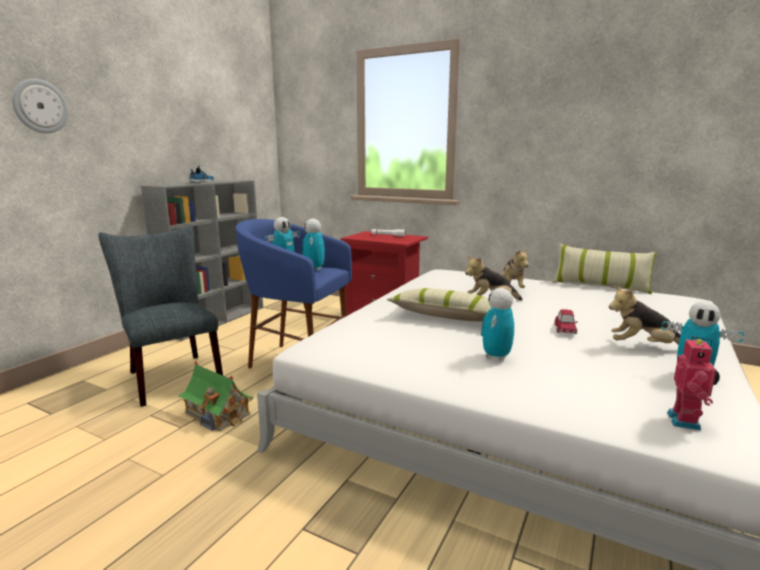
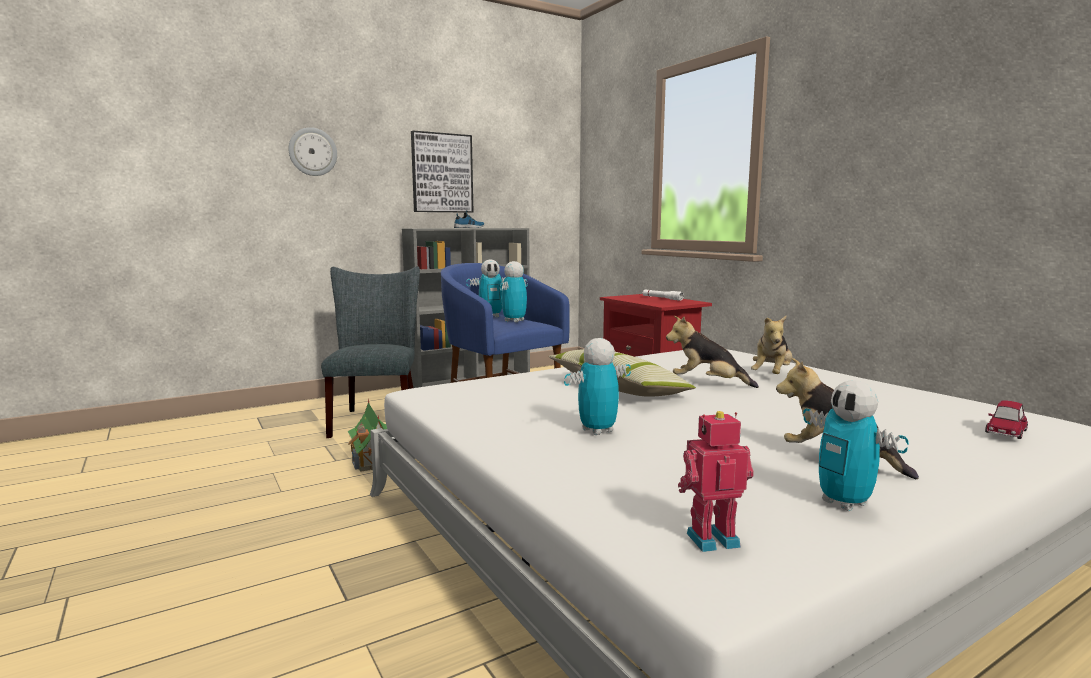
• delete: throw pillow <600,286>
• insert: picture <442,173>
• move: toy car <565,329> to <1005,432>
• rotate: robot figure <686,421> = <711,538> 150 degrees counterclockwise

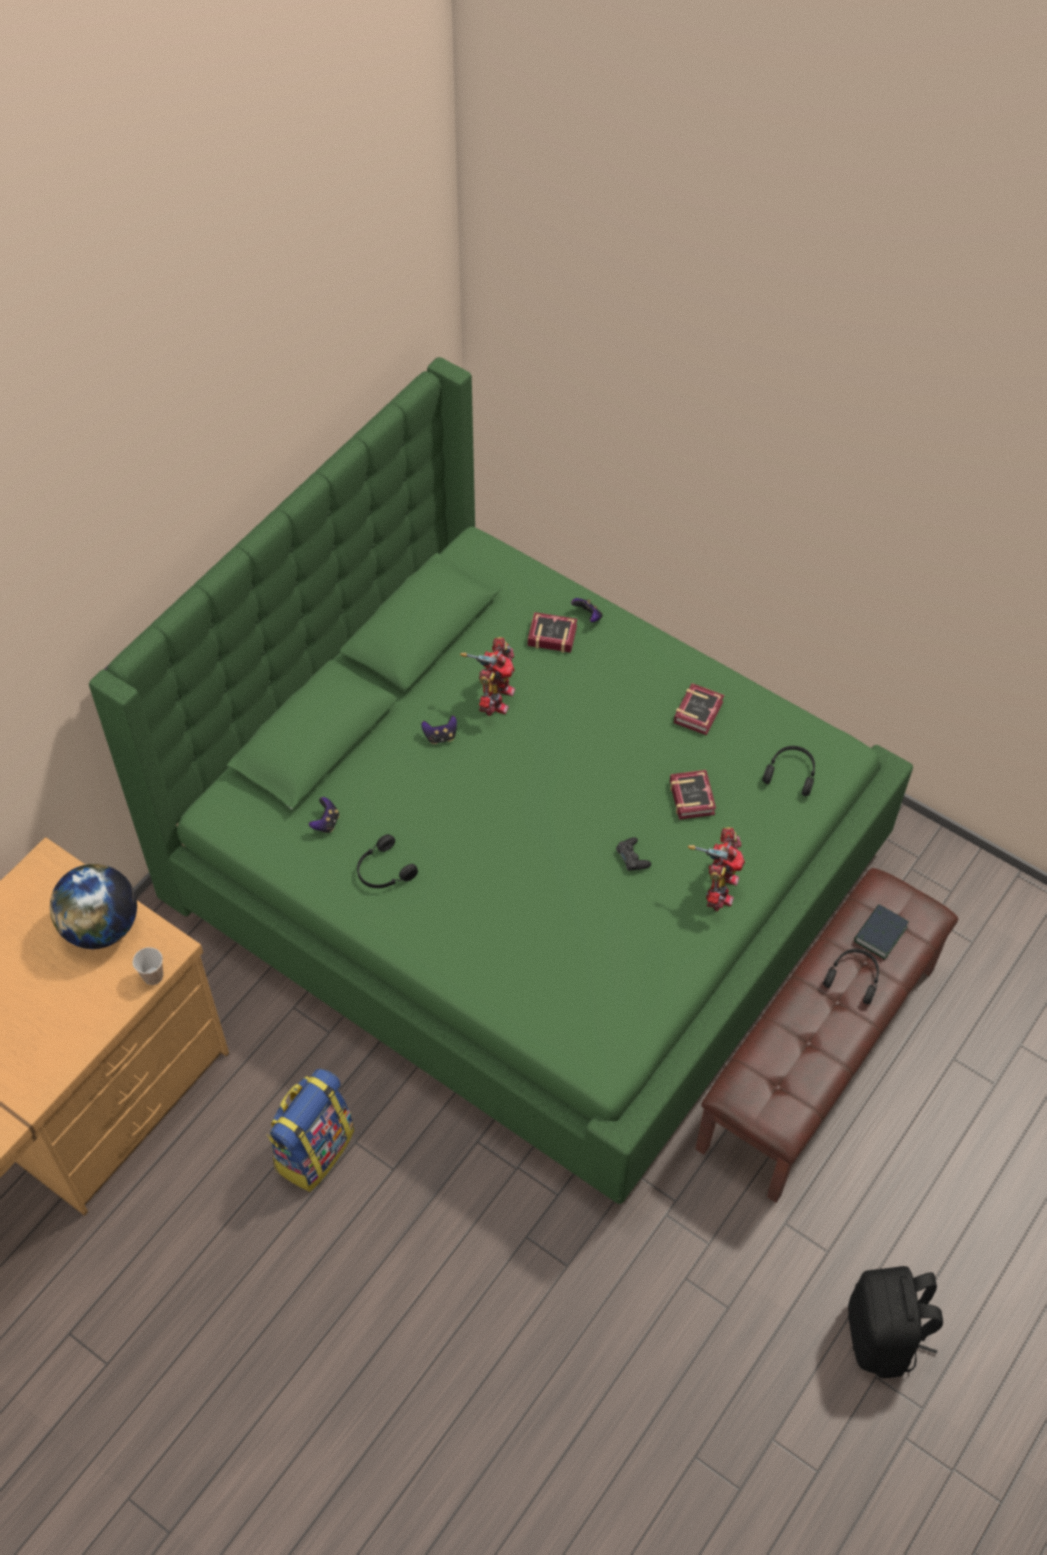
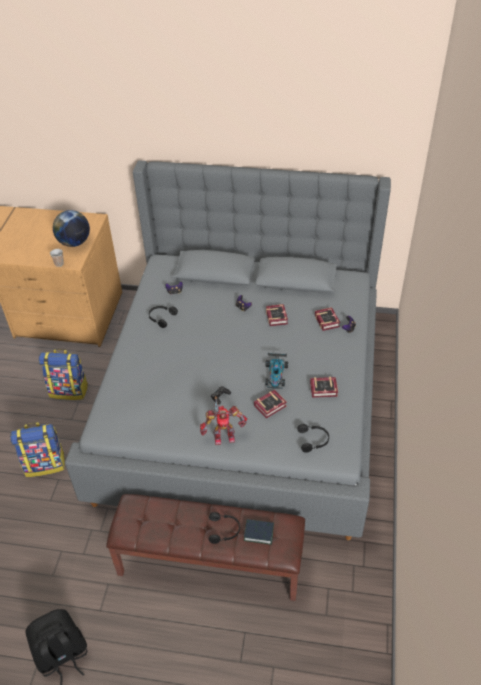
• insert: backpack <45,464>
• insert: toy car <276,374>
• replace: robot figure <495,697> to book <277,316>
• recolor: greenish sleeping bed <523,870> to greyish sleeping bed <243,401>

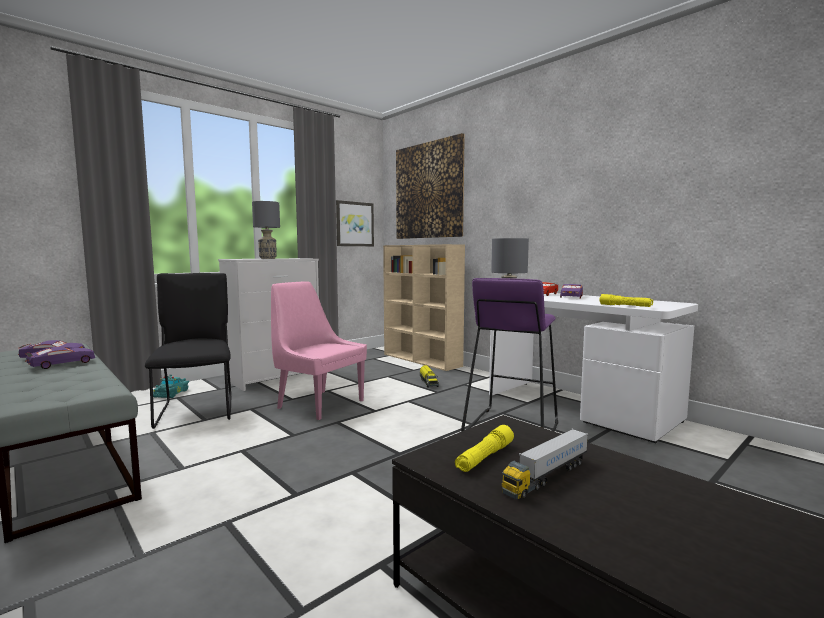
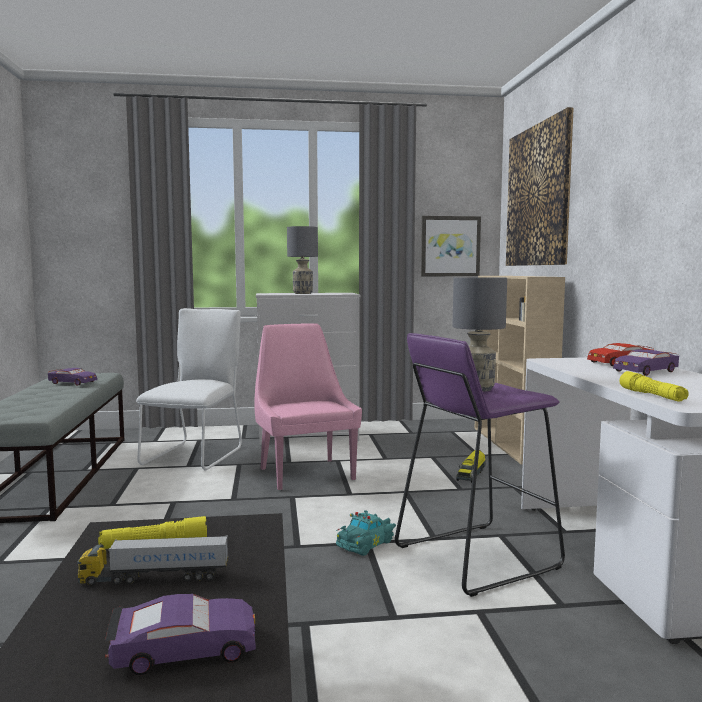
• move: purplish toy car <61,364> to <184,649>
• move: turquoise-coloured toy car <172,393> to <366,543>
• recolor: black-coloured upright chair <197,410> to whitish upright chair <196,455>

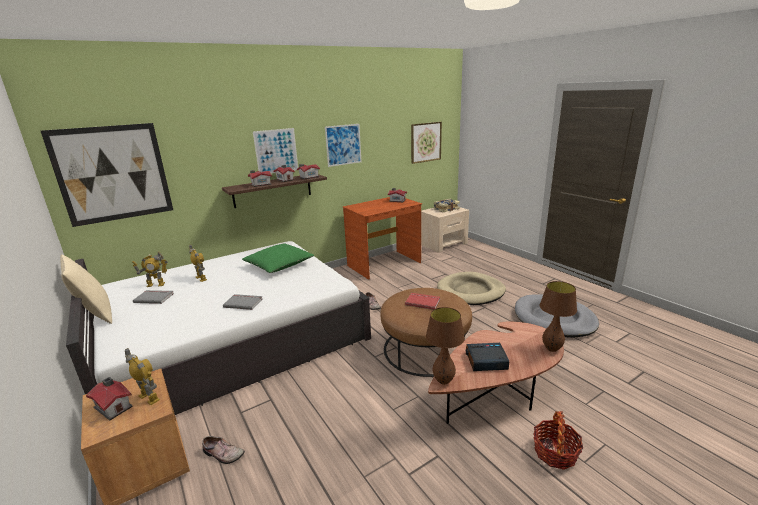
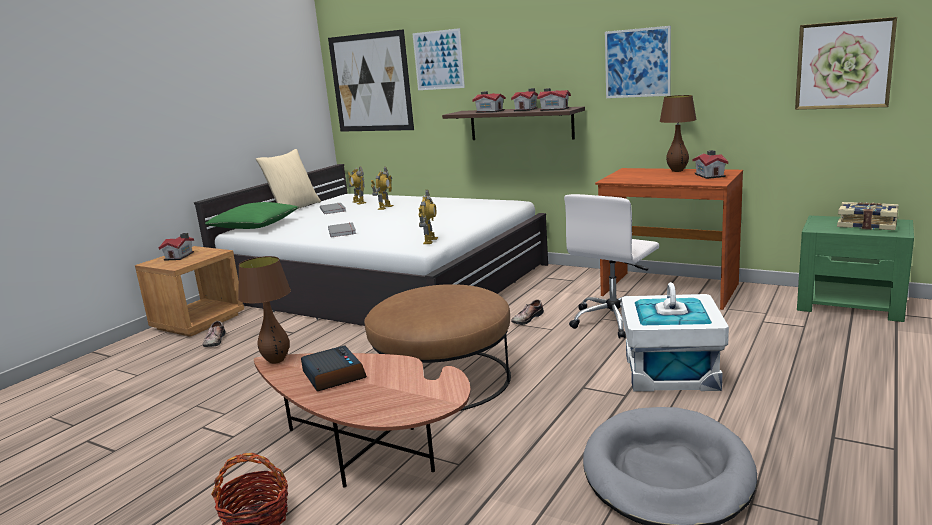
• delete: red book <422,302>
• insert: whitish office chair <614,320>
• move: robot figure <149,397> to <429,241>
• move: greenish throw pillow <279,265> to <254,226>
• move: picture <276,151> to <438,60>
• move: brown lamp for a table <552,349> to <677,171>
• replace: beige dog bed <471,291> to whitish storage bin <671,372>
• recolor: beige bedside table <443,243> to greenish bedside table <851,304>

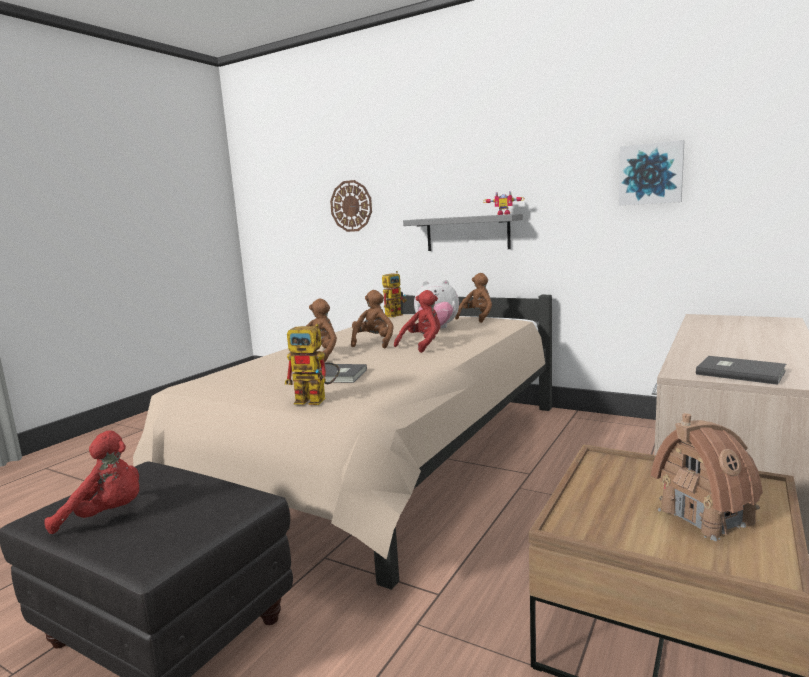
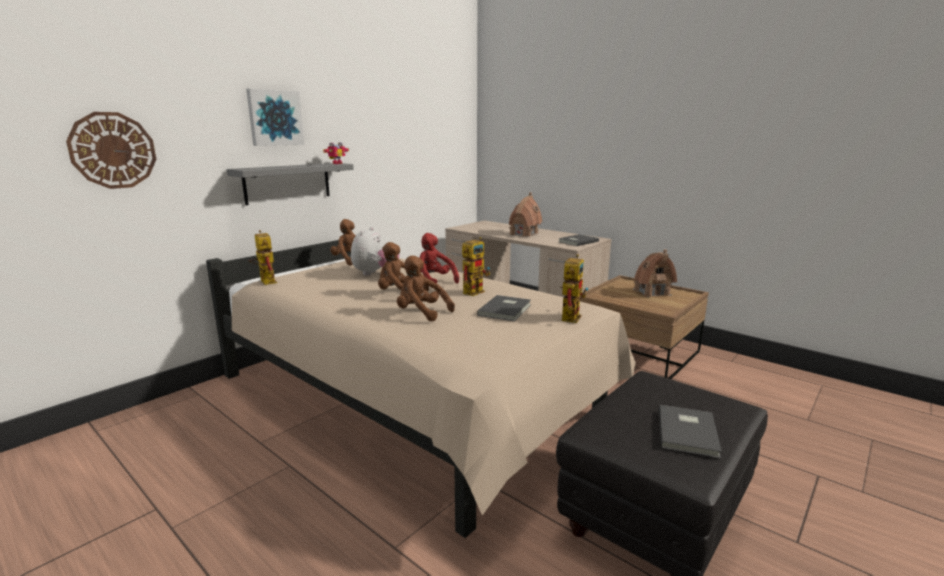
• insert: robot figure <475,291>
• insert: miniature house <523,234>
• move: picture <651,174> to <275,118>
• replace: red plush toy <107,516> to greyish book <689,432>

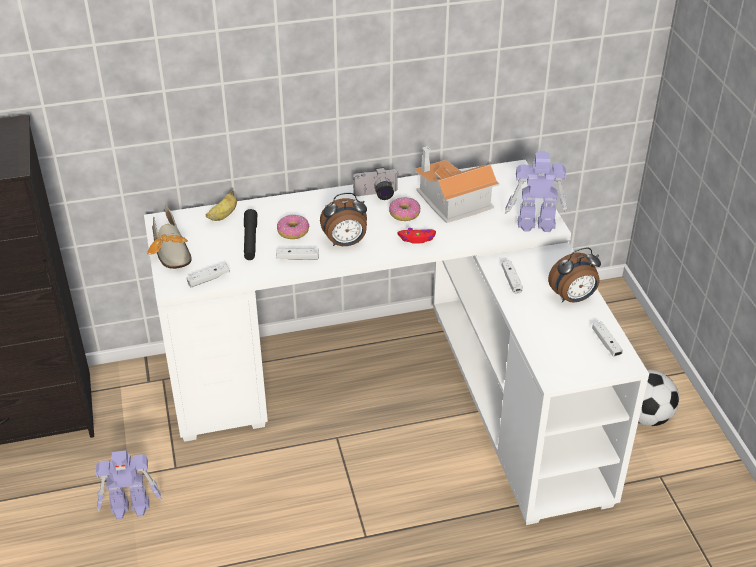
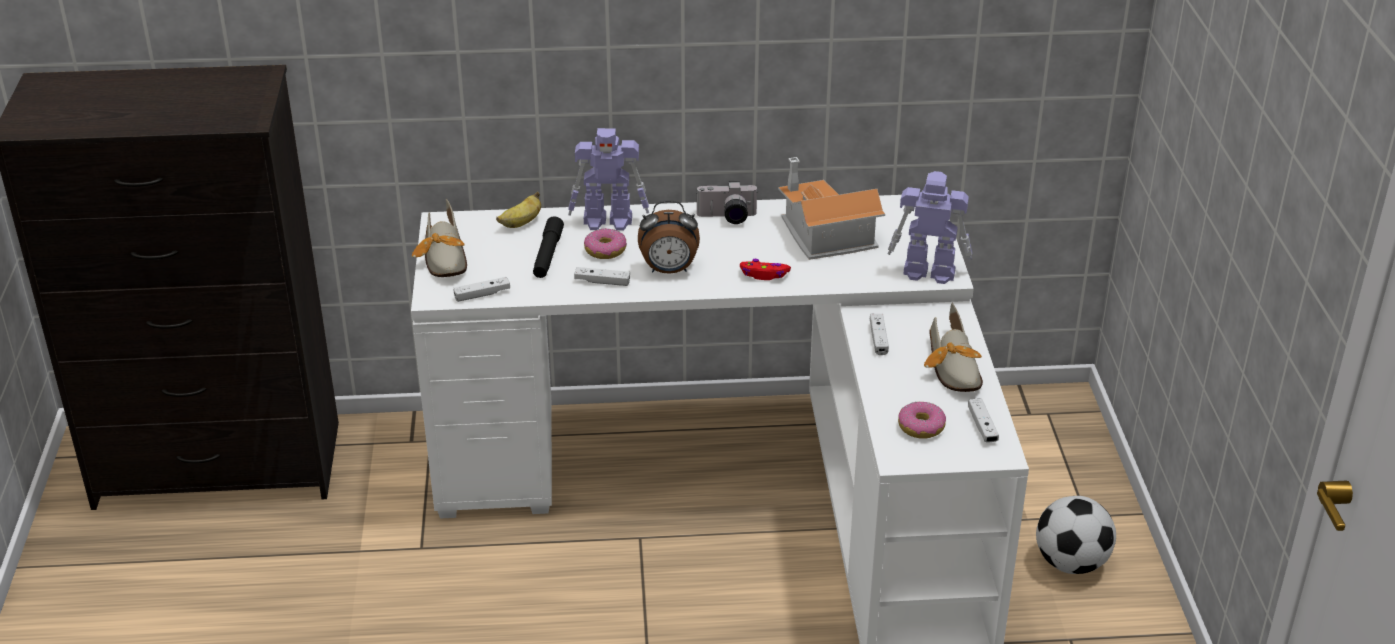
• move: robot figure <131,507> to <609,221>
• move: ring doughnut <404,214> to <921,427>
• replace: alarm clock <573,298> to low shoe <954,369>

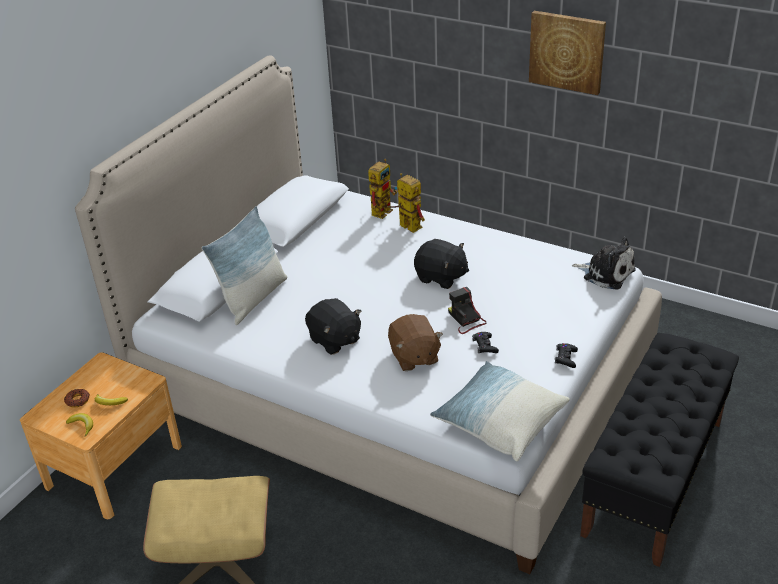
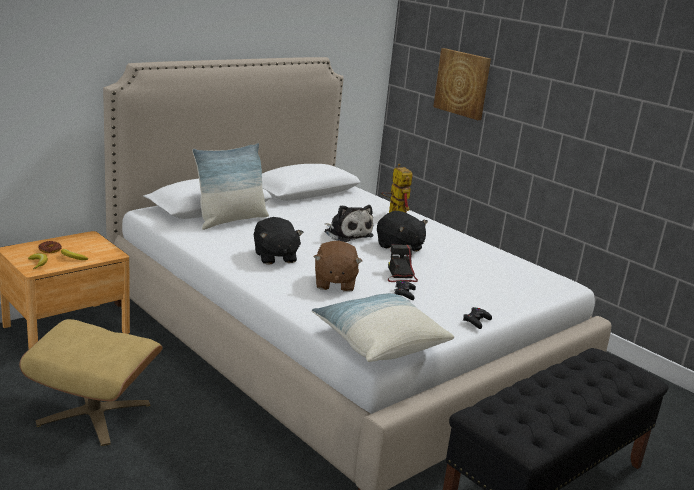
• delete: robot figure <383,209>
• move: picture <567,51> to <462,83>
• move: plush toy <606,273> to <347,234>

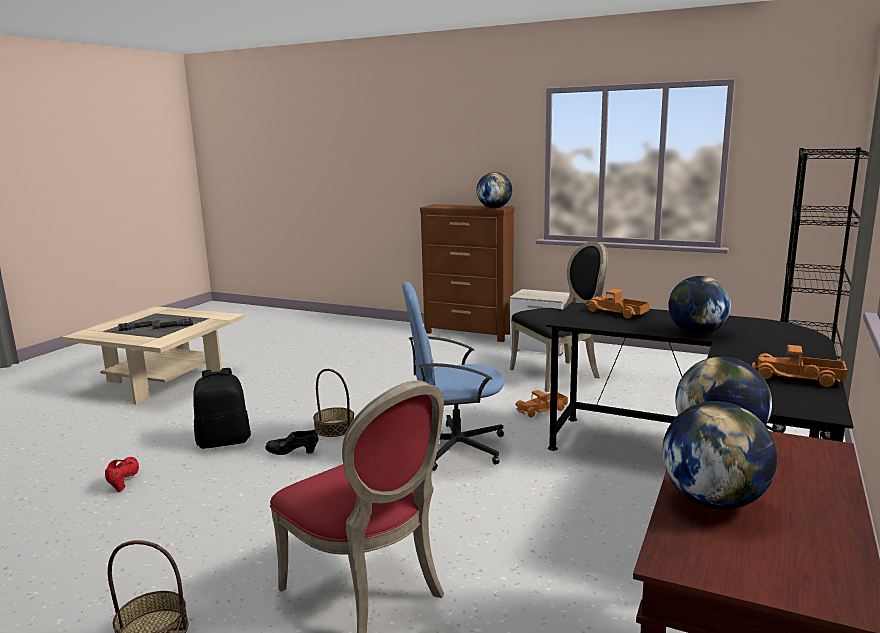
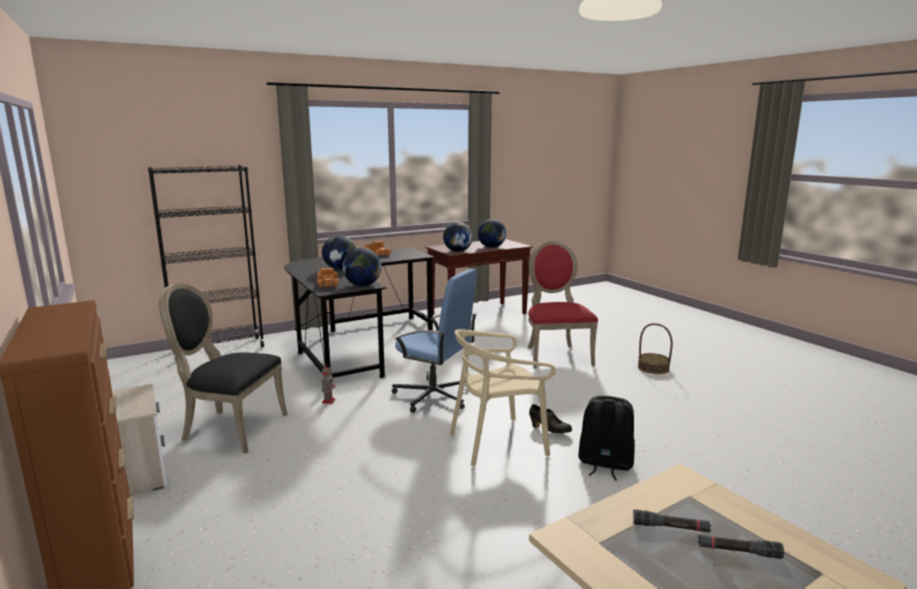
• delete: red low shoe <124,481>
• move: world globe <494,208> to <362,285>
• replace: storage basket <334,428> to beige upright chair <498,442>
• replace: toy lorry <542,410> to robot figure <328,401>

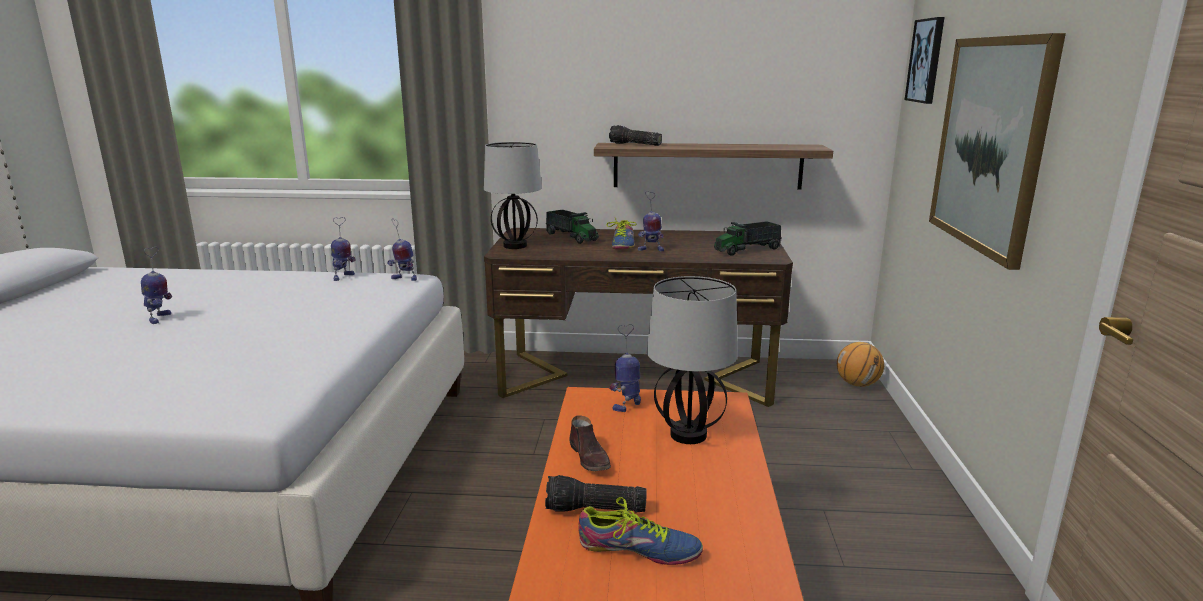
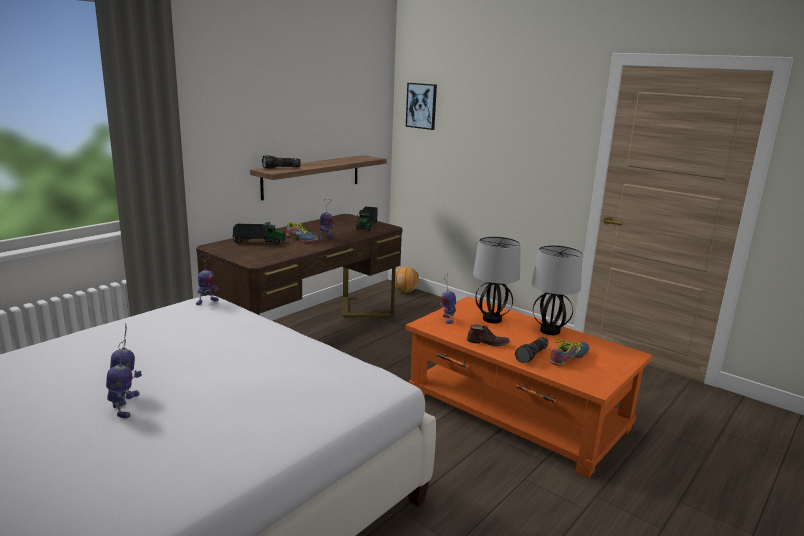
• delete: picture <990,144>
• move: robot figure <343,277> to <122,410>
• move: lamp for a table <515,246> to <550,331>

